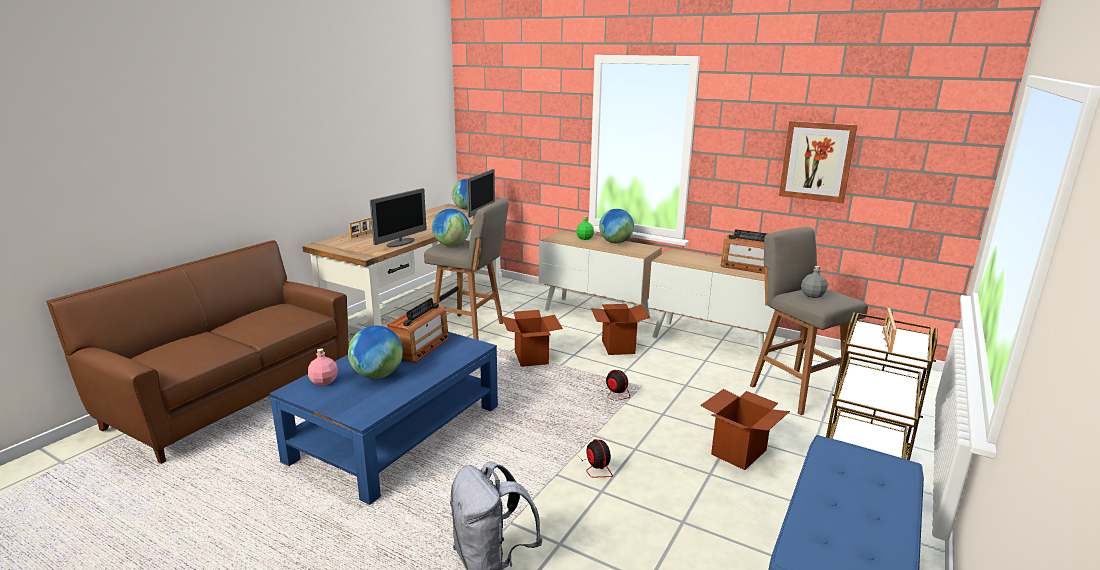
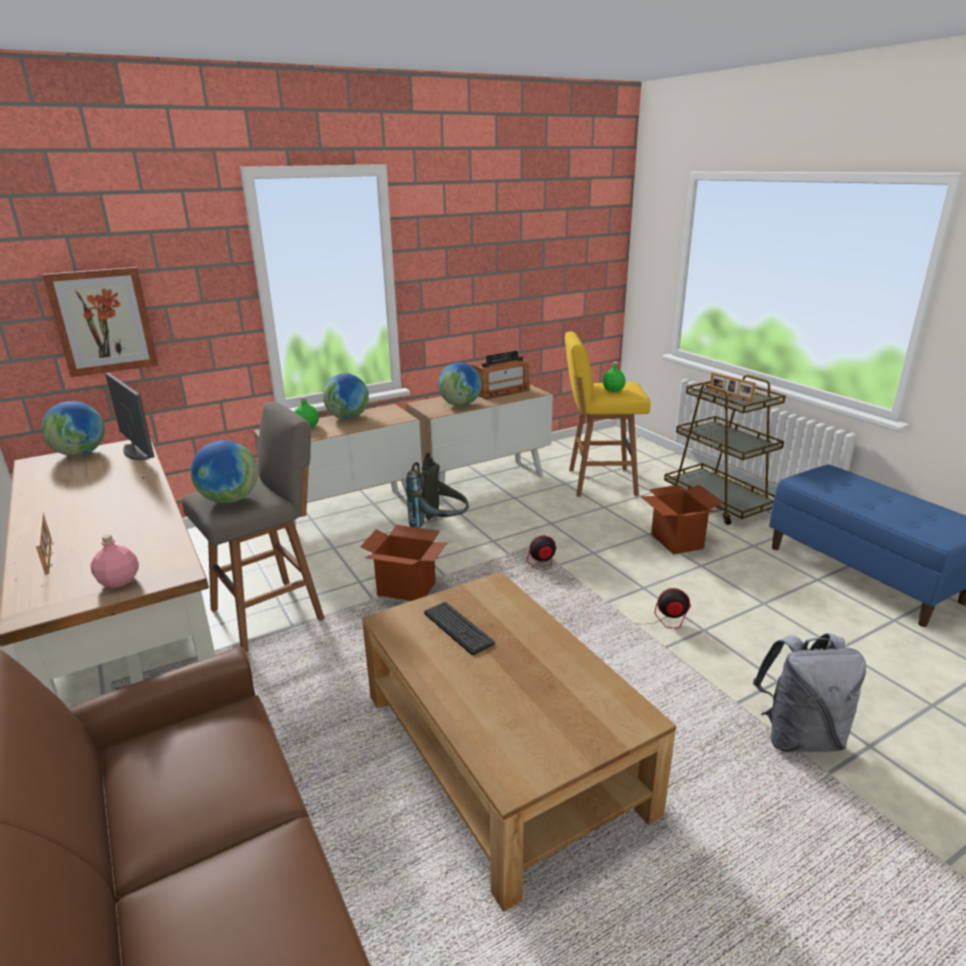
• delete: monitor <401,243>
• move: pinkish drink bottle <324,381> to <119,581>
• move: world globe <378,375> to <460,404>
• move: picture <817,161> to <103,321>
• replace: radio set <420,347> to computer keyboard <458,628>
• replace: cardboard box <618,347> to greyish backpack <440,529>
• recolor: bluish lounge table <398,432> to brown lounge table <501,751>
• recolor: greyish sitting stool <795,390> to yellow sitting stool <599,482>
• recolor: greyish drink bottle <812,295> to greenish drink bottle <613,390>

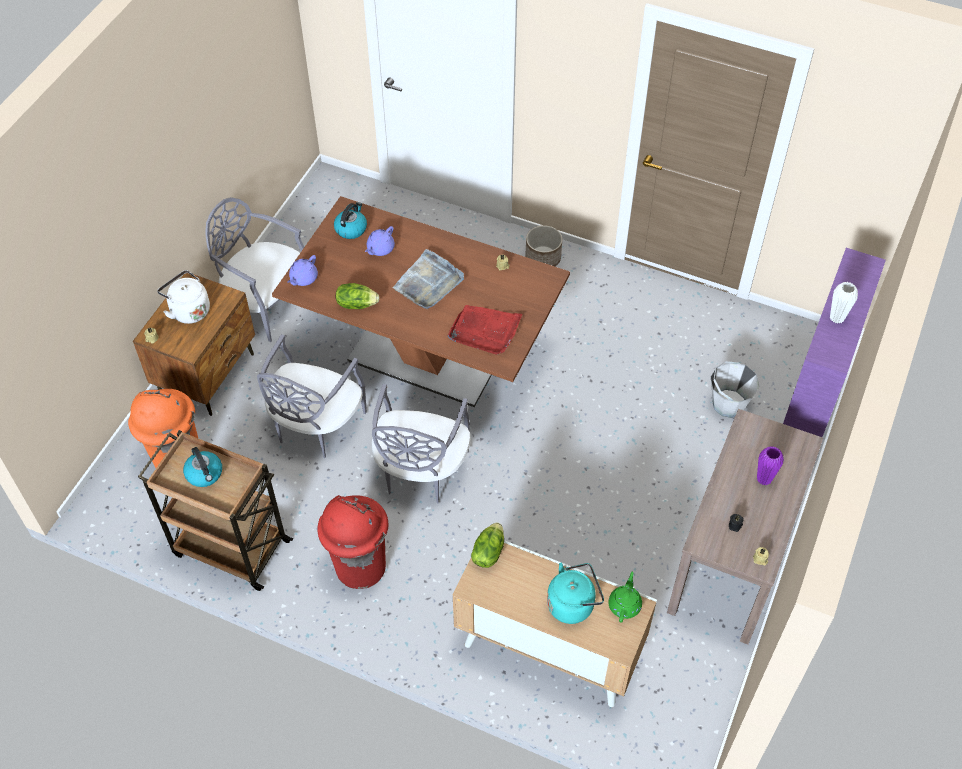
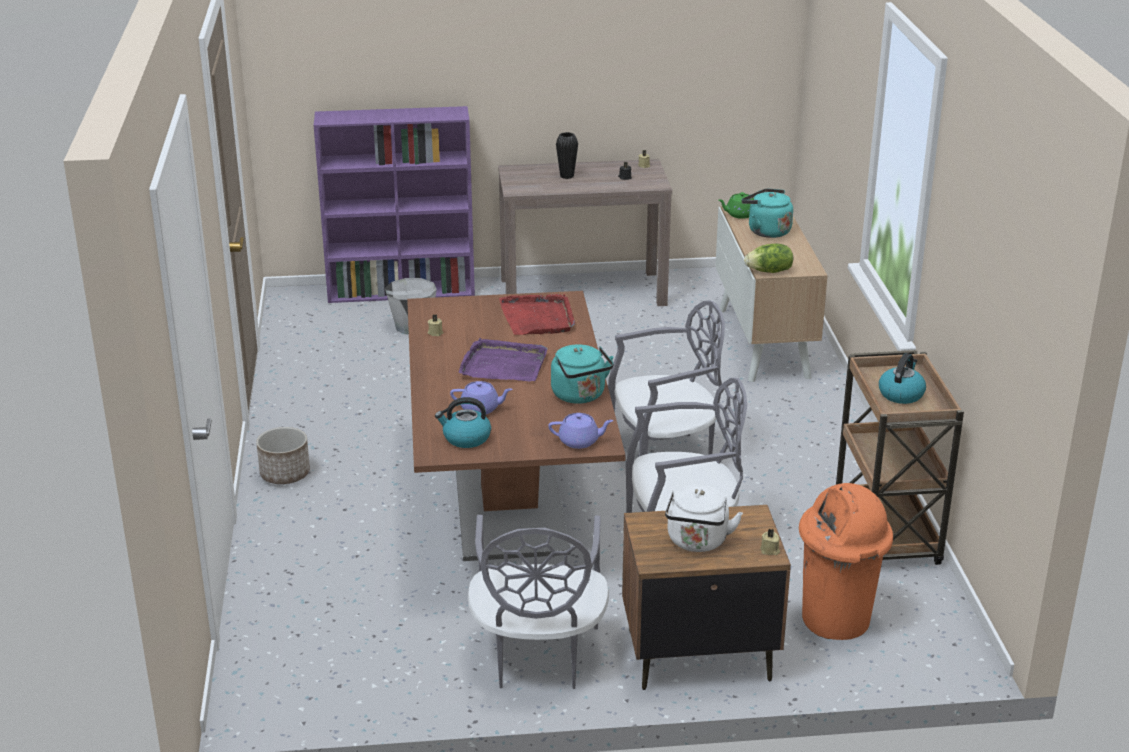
• delete: red trash can <359,566>
• delete: whitish decorative vase <837,318>
• replace: lettuce head <356,304> to turquoise-coloured tea kettle <580,396>
• recolor: greyish serving tray <429,283> to purplish serving tray <503,365>
• recolor: purplish decorative vase <764,479> to black-coloured decorative vase <567,176>

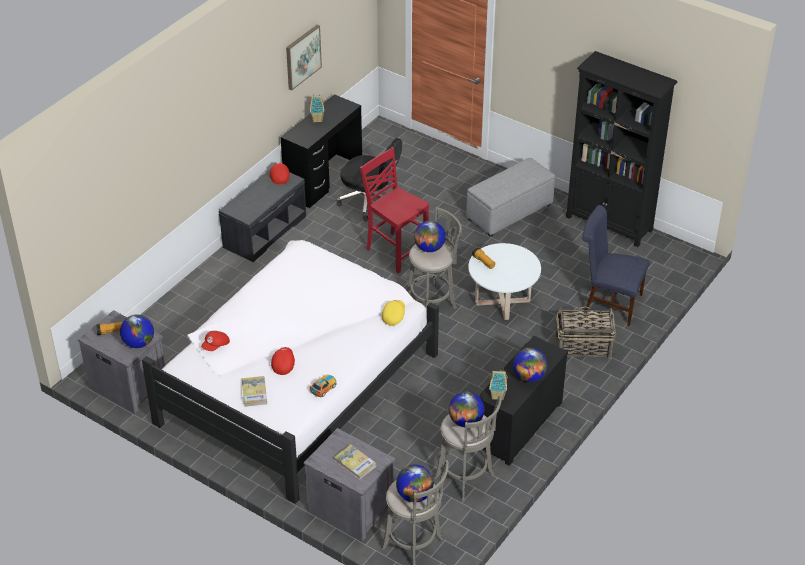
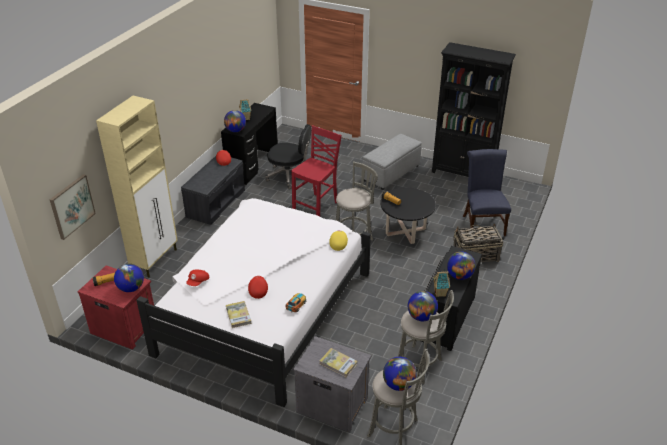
• insert: beige cupboard <155,260>
• move: picture <302,56> to <72,206>
• move: world globe <429,248> to <235,130>
• recolor: greyish bedside table <128,385> to red bedside table <124,327>
• recolor: whitish lounge table <502,302> to black-coloured lounge table <405,232>
• rotate: red upright chair <395,251> = <316,206> 90 degrees clockwise
• rotate: bluish upright chair <608,303> = <482,224> 75 degrees clockwise

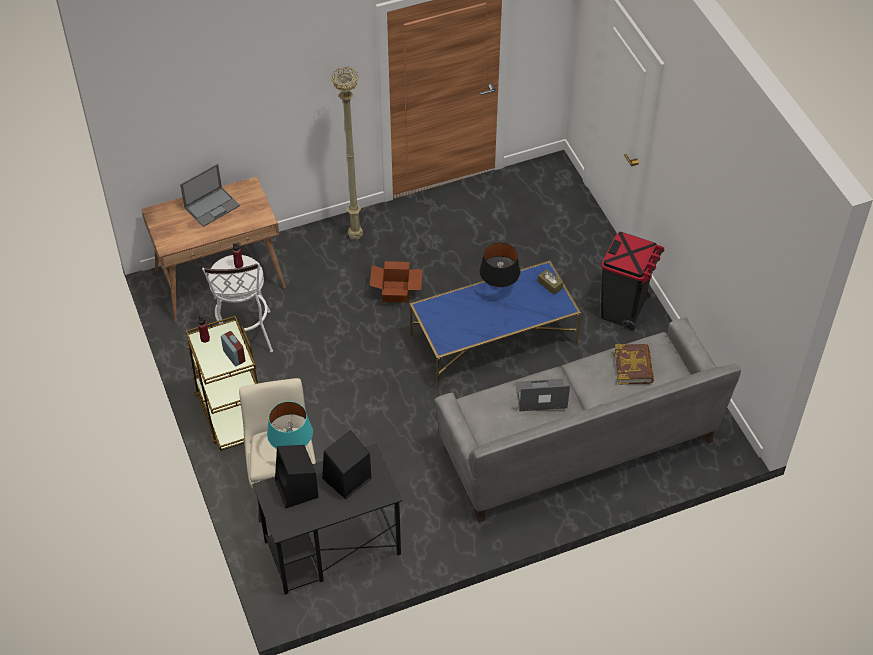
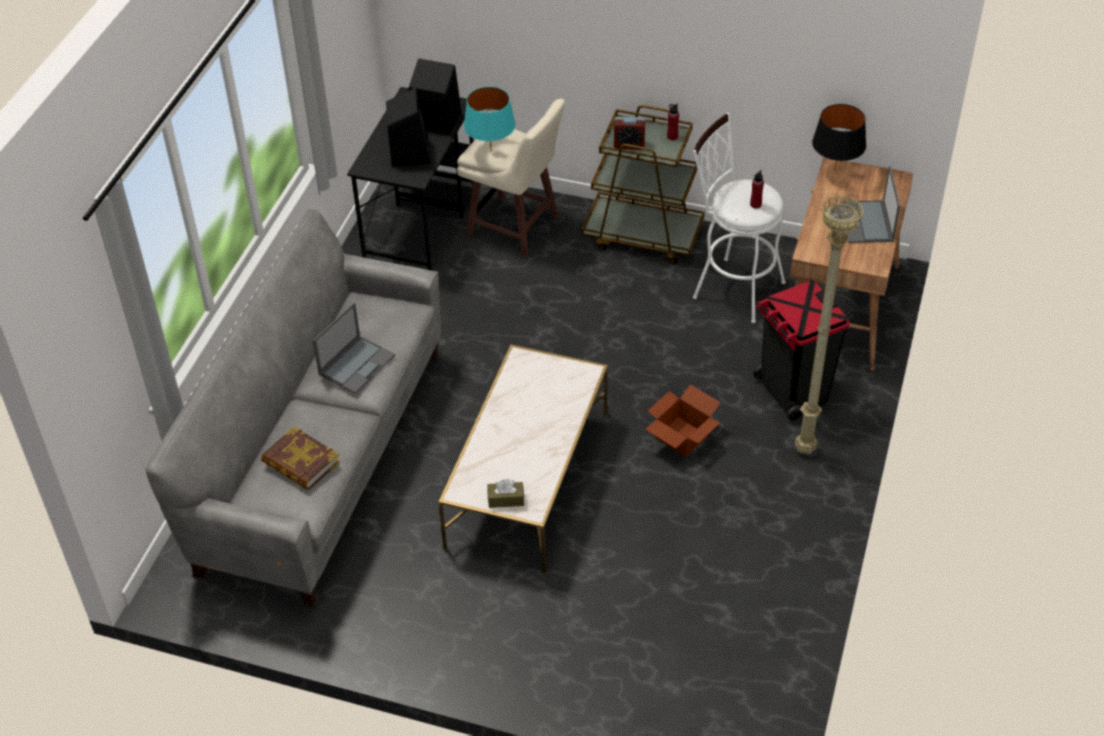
• move: black-coloured lamp for a table <499,289> to <835,171>
• move: black-coloured trash can <624,309> to <792,392>
• recolor: bluish lounge table <493,340> to whitish lounge table <528,478>

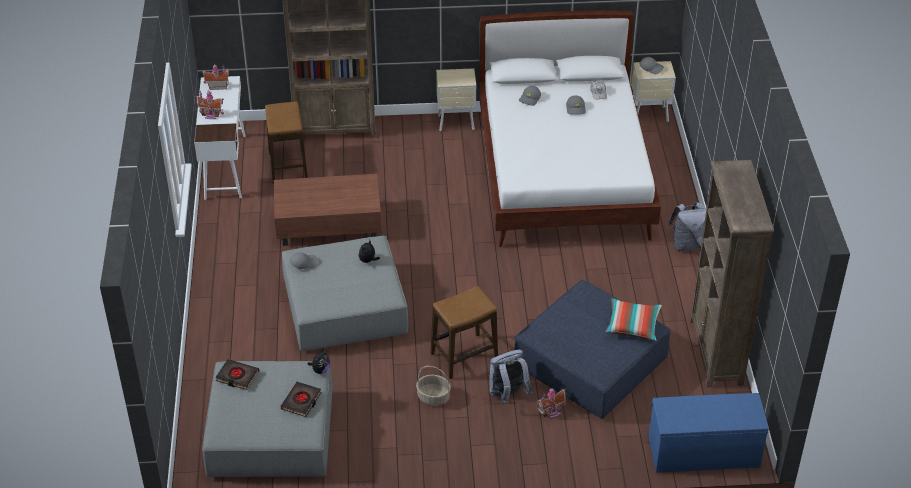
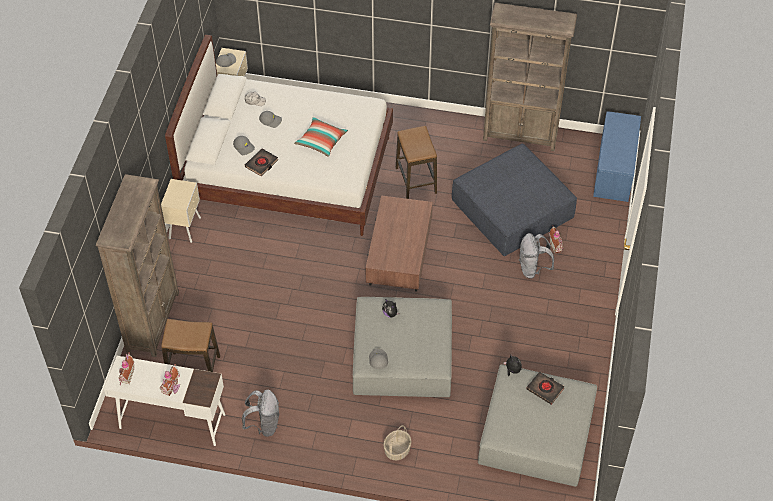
• move: black-coloured book <237,376> to <261,164>
• move: brown lounge table <327,224> to <399,256>
• move: storage basket <433,397> to <397,450>
• move: sitting stool <464,356> to <416,180>
• move: throw pillow <632,325> to <321,141>
• move: greyish backpack <686,244> to <264,425>

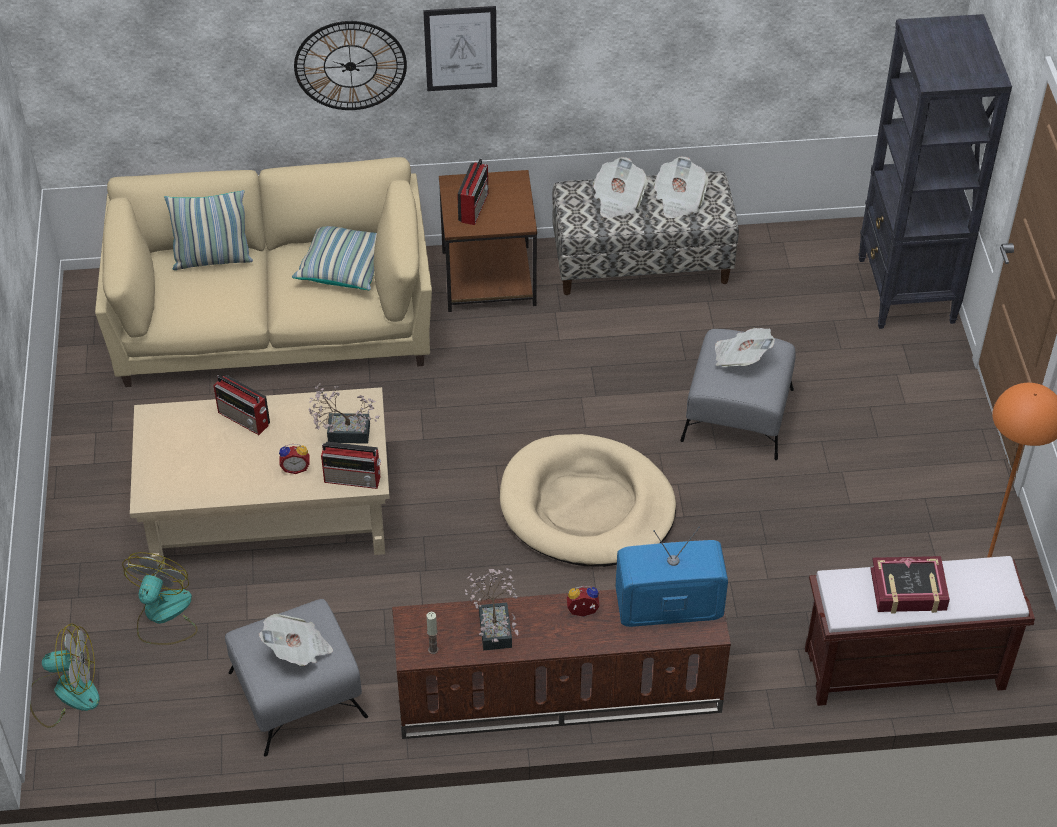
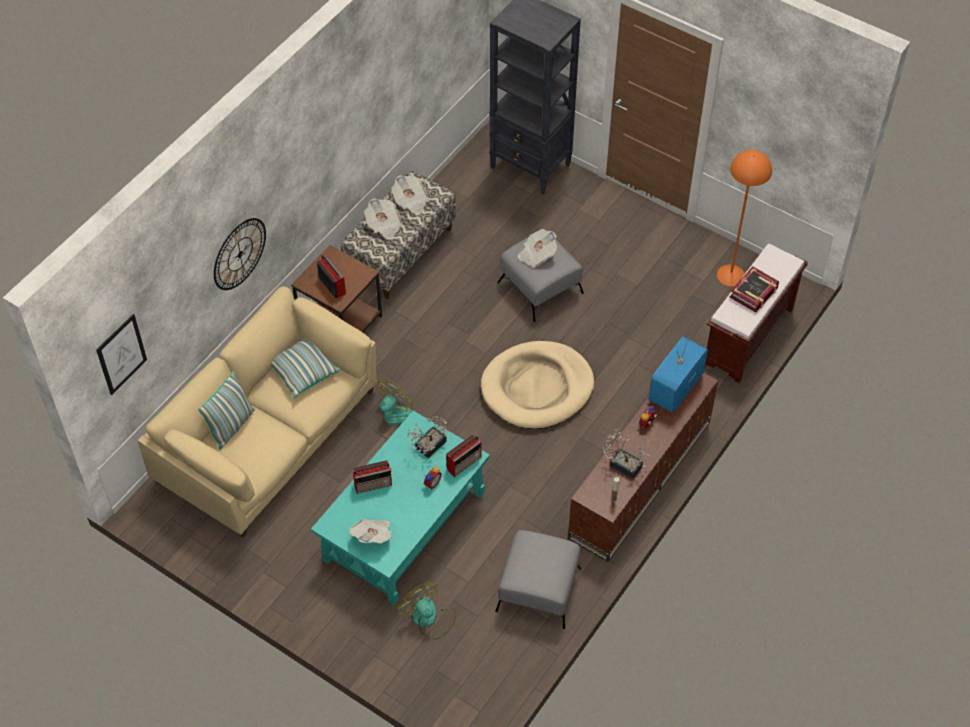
• move: electric fan <65,693> to <393,420>
• move: daily paper <298,650> to <373,536>
• move: picture <460,48> to <121,354>
• recolor: beige lounge table <269,510> to turquoise-coloured lounge table <404,525>

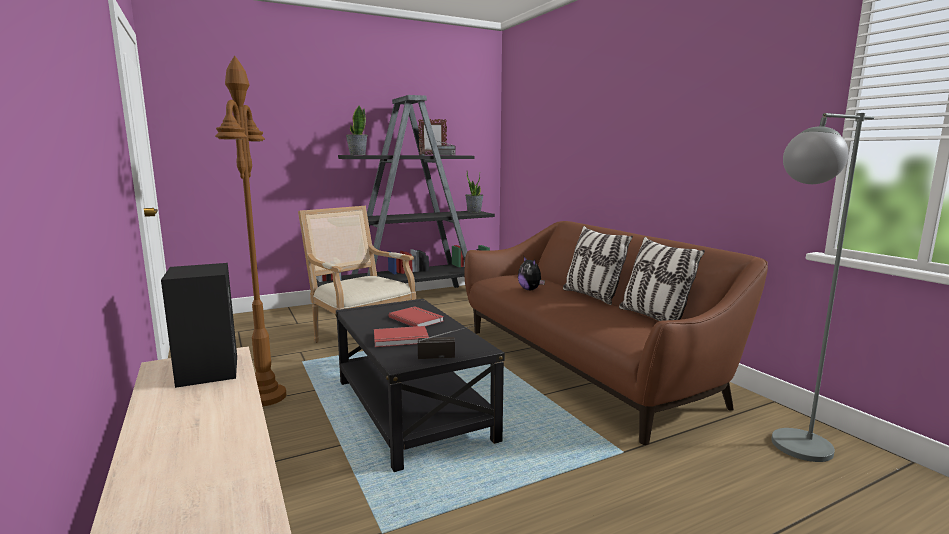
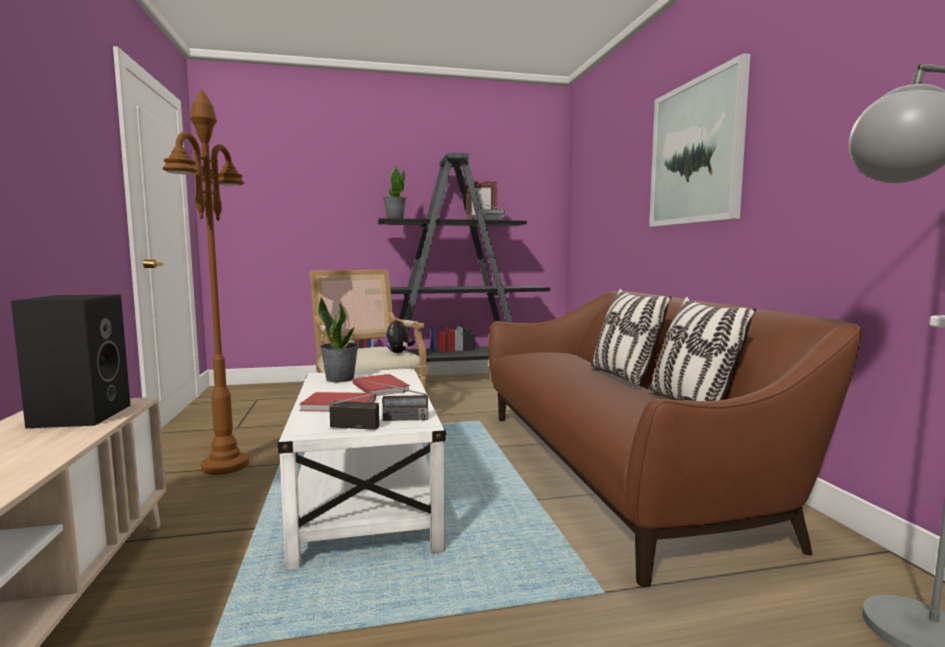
• insert: radio set <393,419>
• insert: picture <695,152>
• move: plant in a pot <474,211> to <340,379>
• move: plush toy <530,289> to <399,352>
• recolor: black-coloured lounge table <412,409> to whitish lounge table <365,497>

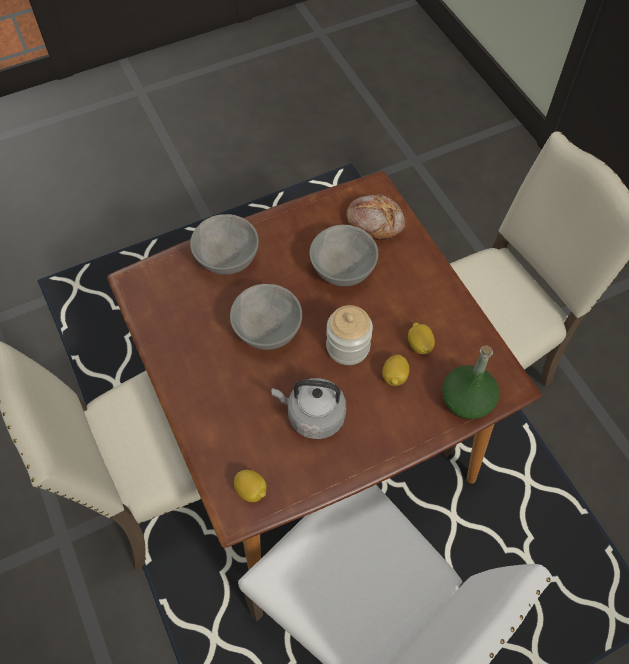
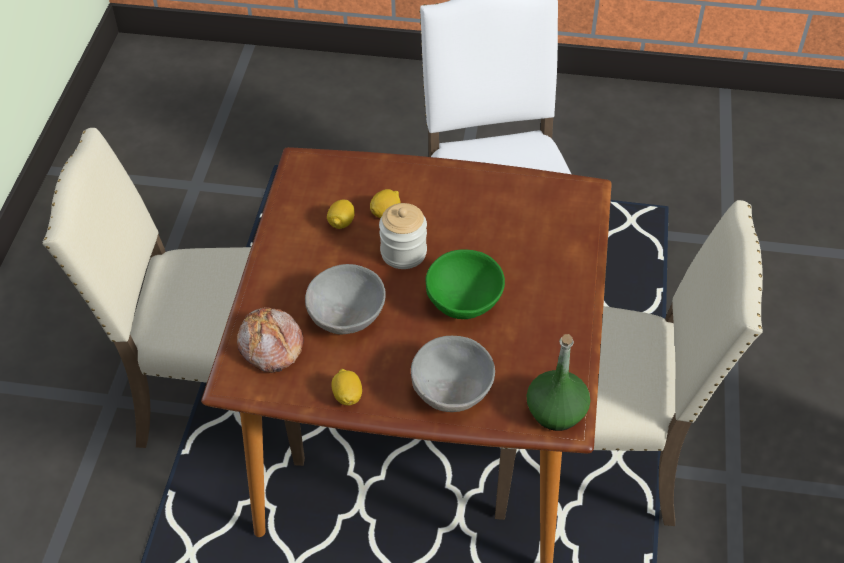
• delete: greyish tea kettle <313,416>
• move: whole lemon <251,490> to <347,396>
• move: greenish drink bottle <466,400> to <556,411>
• recolor: greyish deep dish <266,331> to greenish deep dish <465,303>

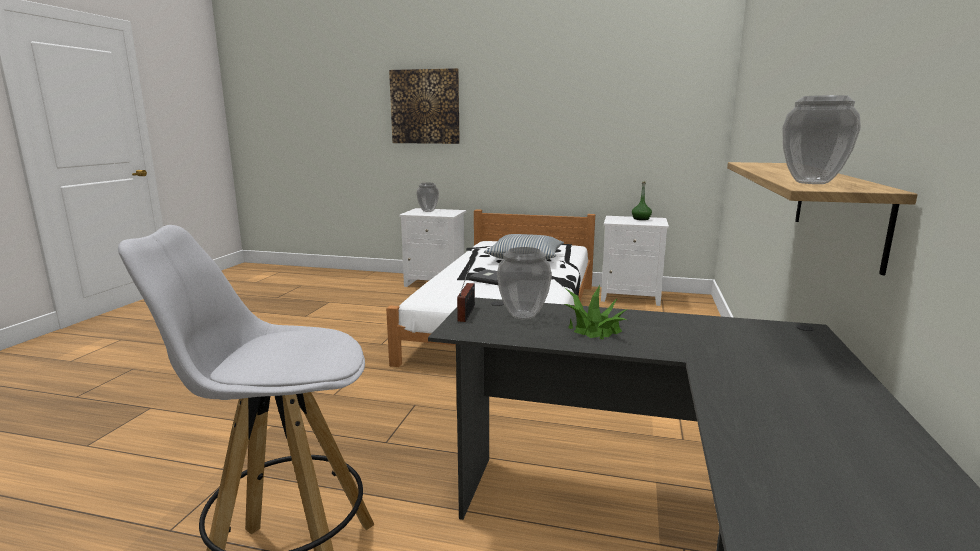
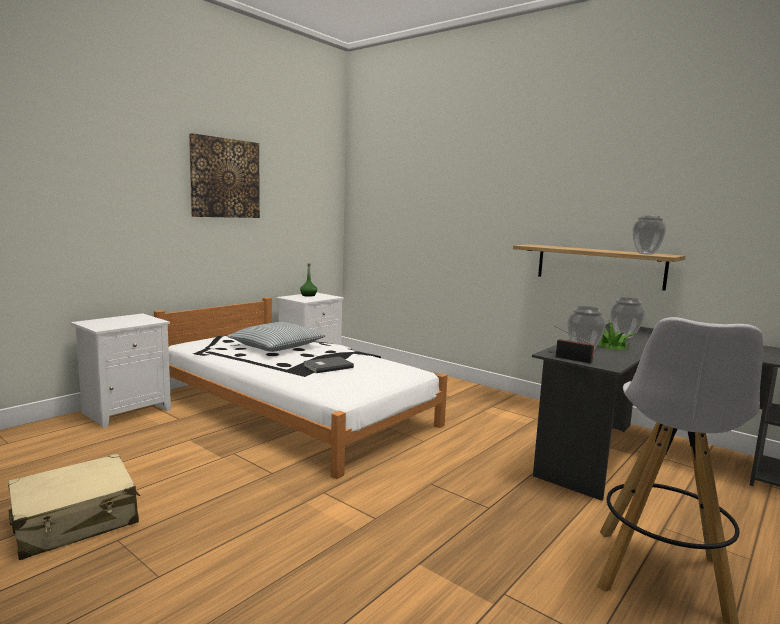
• insert: beige piece of luggage <76,521>
• move: picture <425,107> to <225,178>
• move: decorative vase <427,211> to <624,337>

